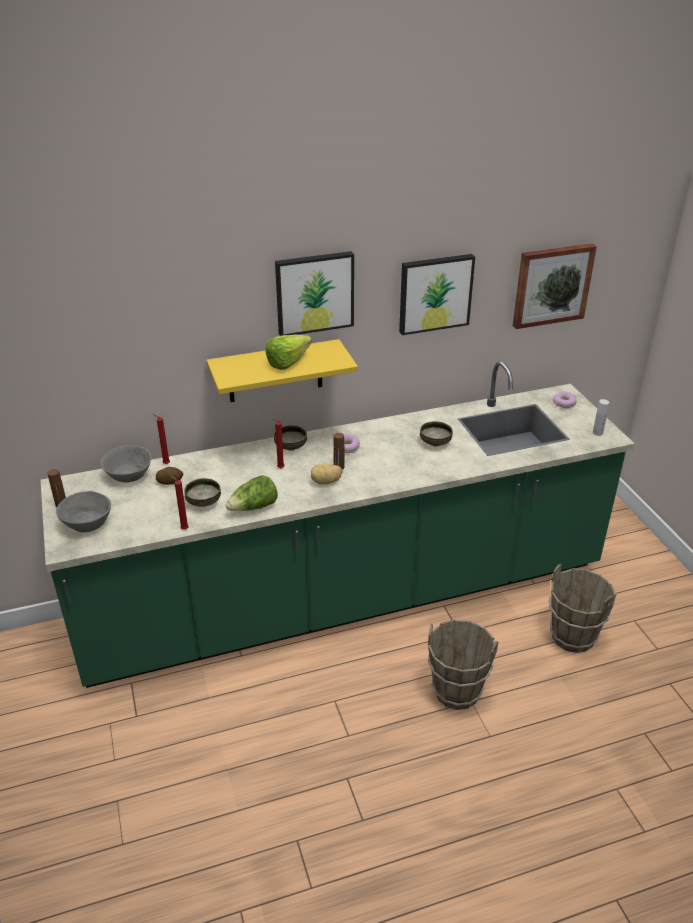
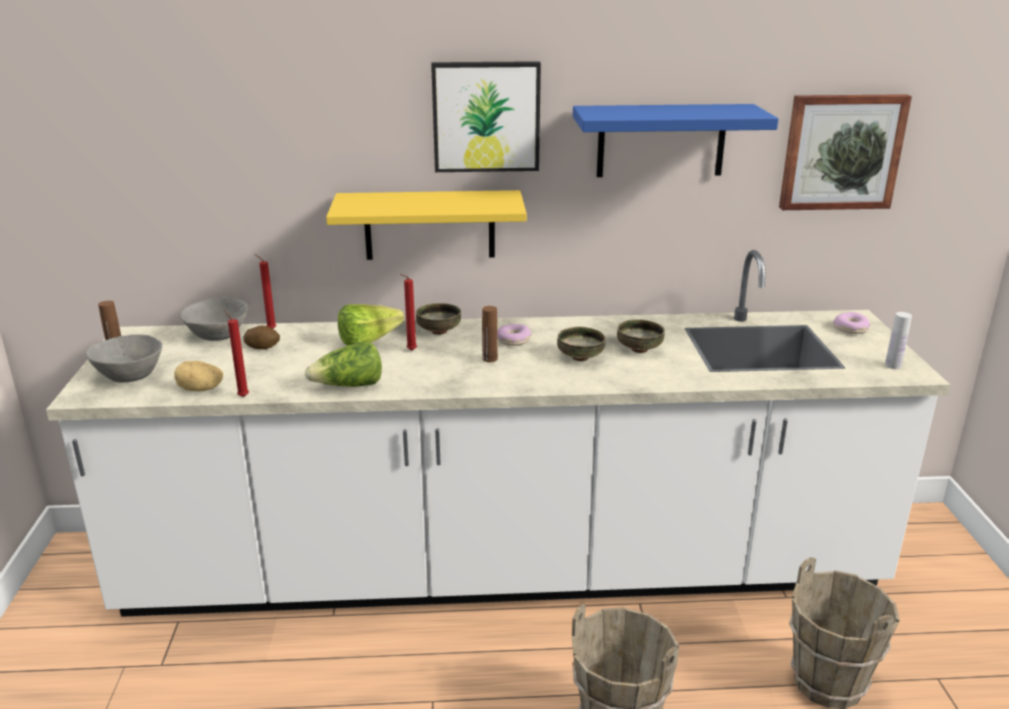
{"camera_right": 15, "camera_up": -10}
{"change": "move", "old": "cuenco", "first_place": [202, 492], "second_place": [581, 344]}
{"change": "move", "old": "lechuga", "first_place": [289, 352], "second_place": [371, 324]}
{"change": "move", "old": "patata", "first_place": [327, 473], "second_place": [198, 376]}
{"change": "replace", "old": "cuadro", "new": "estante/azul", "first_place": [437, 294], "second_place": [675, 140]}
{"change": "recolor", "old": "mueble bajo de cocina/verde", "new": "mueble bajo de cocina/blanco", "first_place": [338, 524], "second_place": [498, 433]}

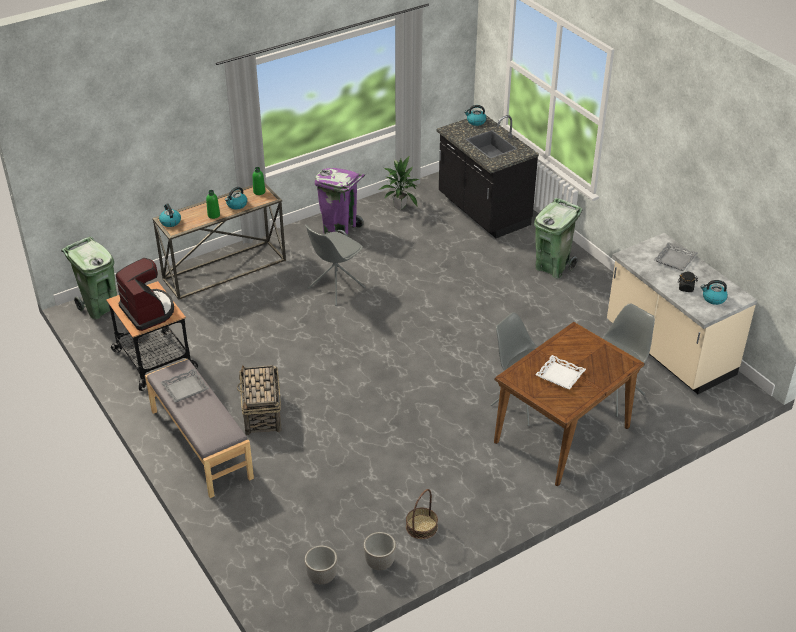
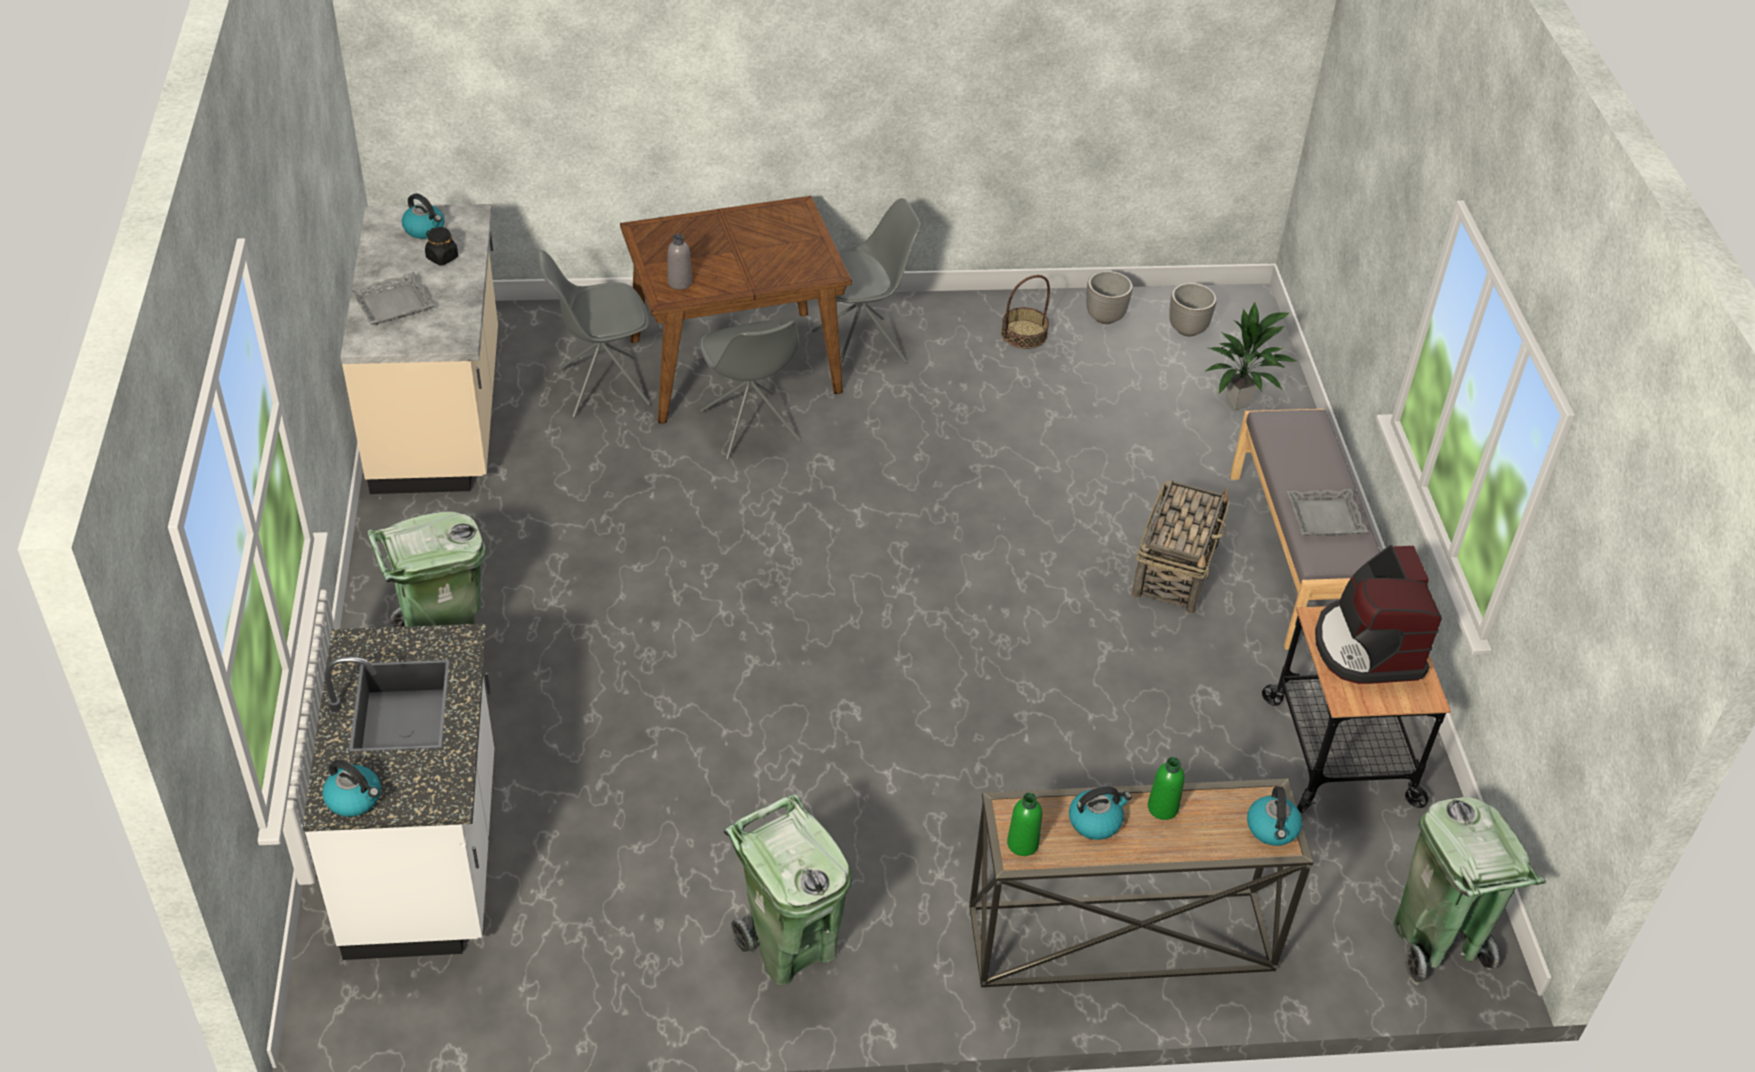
{"camera_right": -155, "camera_up": 5}
{"change": "delete", "old": "bandeja/blanco", "first_place": [560, 372]}
{"change": "insert", "new": "botella/gris", "second_place": [680, 262]}
{"change": "move", "old": "silla/gris", "first_place": [335, 265], "second_place": [866, 282]}
{"change": "move", "old": "planta en maceta", "first_place": [399, 183], "second_place": [1250, 356]}
{"change": "recolor", "old": "papelera/morado", "new": "papelera/verde", "first_place": [340, 202], "second_place": [788, 890]}
{"change": "recolor", "old": "mueble bajo de cocina/negro", "new": "mueble bajo de cocina/blanco", "first_place": [488, 176], "second_place": [398, 792]}

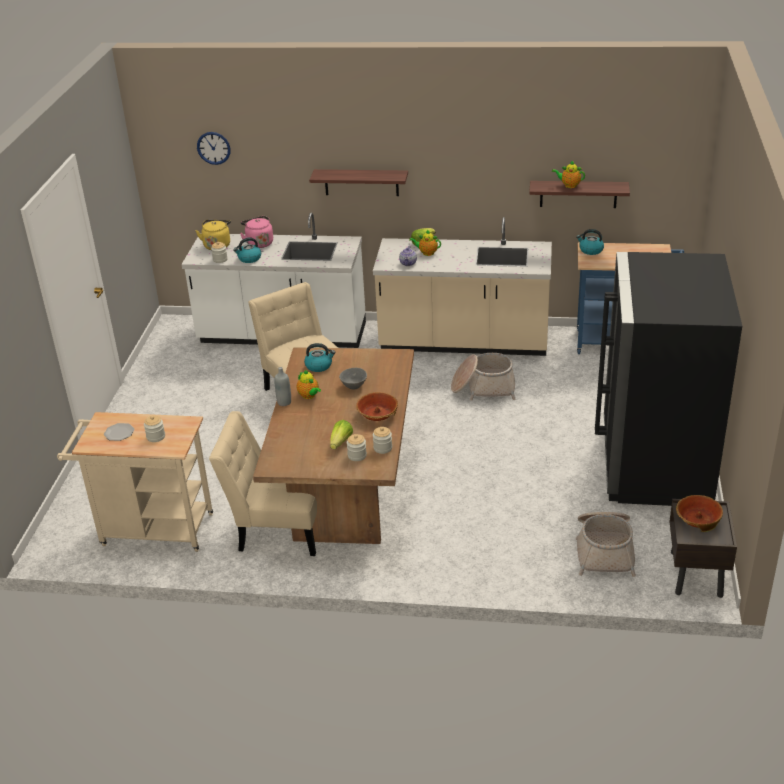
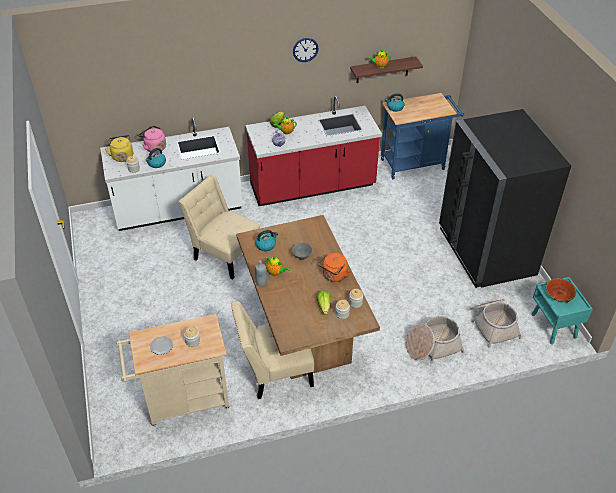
{"camera_right": -25, "camera_up": 10}
{"change": "delete", "old": "estante", "first_place": [358, 182]}
{"change": "move", "old": "reloj de pared", "first_place": [214, 148], "second_place": [306, 50]}
{"change": "move", "old": "cesta", "first_place": [483, 377], "second_place": [435, 339]}
{"change": "replace", "old": "cuenco", "new": "hervidor/naranja", "first_place": [377, 406], "second_place": [334, 267]}
{"change": "recolor", "old": "mueble bajo de cocina/beis", "new": "mueble bajo de cocina/rojo", "first_place": [462, 286], "second_place": [313, 151]}
{"change": "recolor", "old": "mesita de noche/marrón", "new": "mesita de noche/turquesa", "first_place": [703, 548], "second_place": [561, 310]}

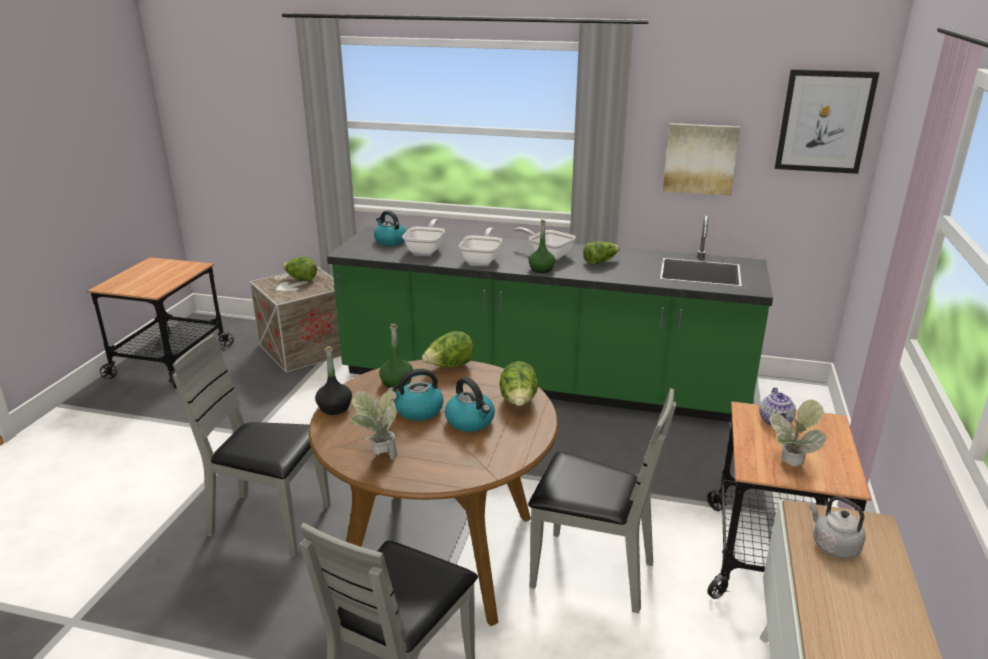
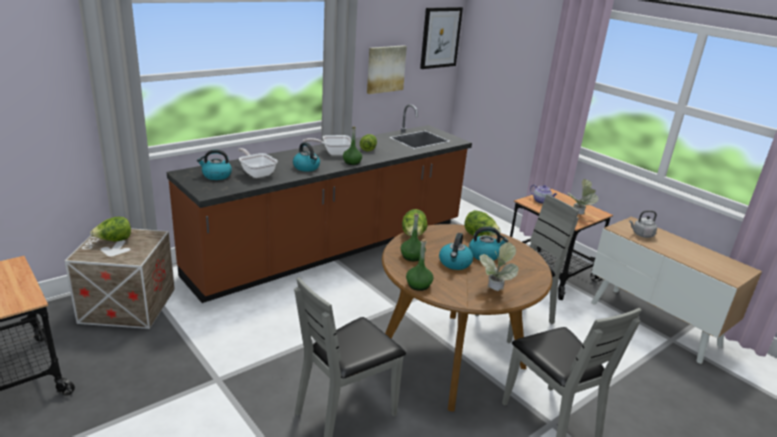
{"camera_right": -55, "camera_up": 0}
{"change": "replace", "old": "sartén", "new": "hervidor", "first_place": [480, 246], "second_place": [306, 157]}
{"change": "recolor", "old": "botella/negro", "new": "botella/verde", "first_place": [333, 380], "second_place": [419, 265]}
{"change": "recolor", "old": "mueble bajo de cocina/verde", "new": "mueble bajo de cocina/marrón", "first_place": [550, 318], "second_place": [319, 203]}

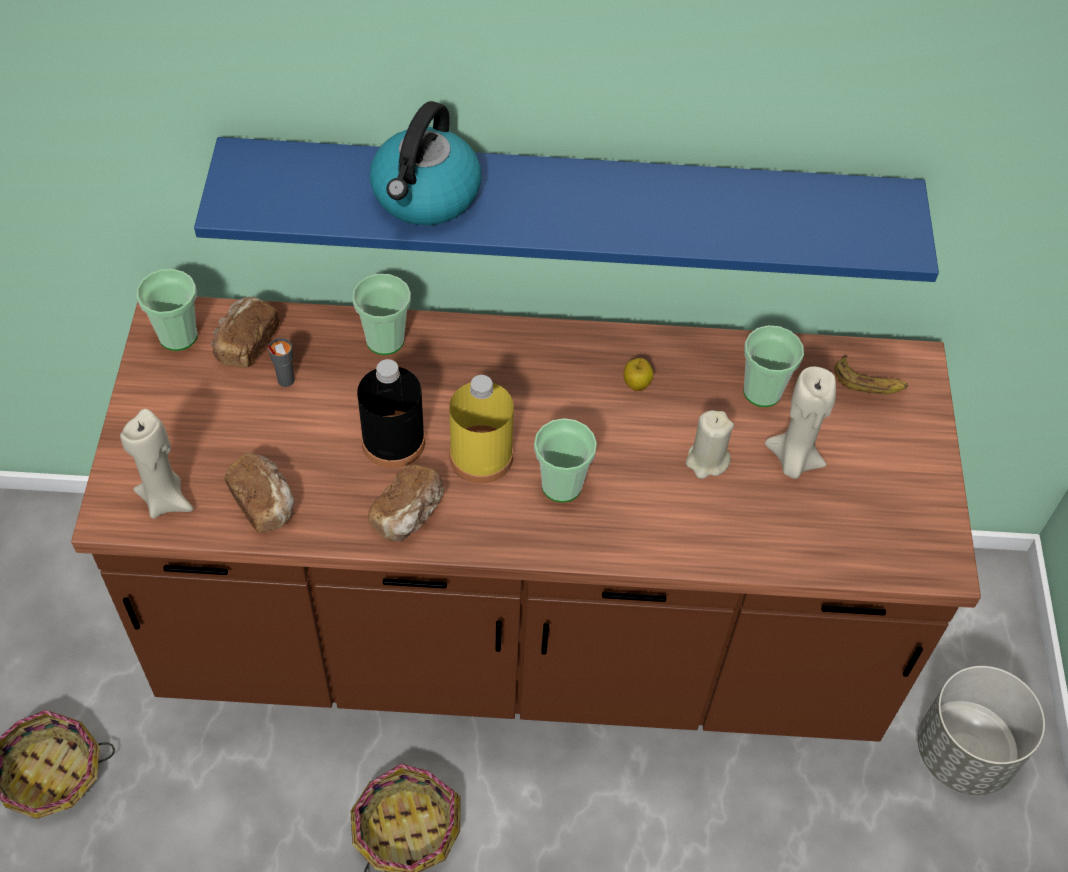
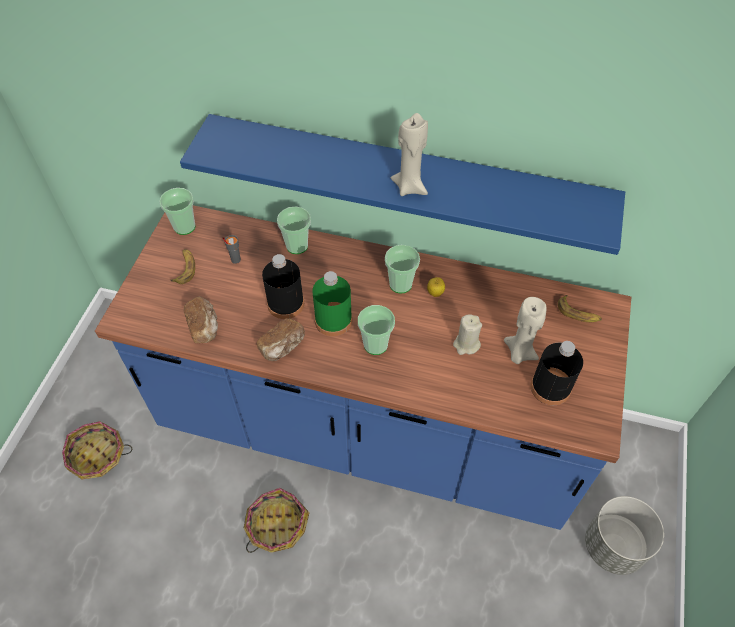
{"camera_right": 15, "camera_up": 0}
{"change": "delete", "old": "pan", "first_place": [245, 332]}
{"change": "delete", "old": "hervidor", "first_place": [425, 163]}
{"change": "insert", "new": "plátano", "second_place": [183, 266]}
{"change": "insert", "new": "botella/negro", "second_place": [557, 373]}
{"change": "move", "old": "vela/beis", "first_place": [156, 464], "second_place": [409, 154]}
{"change": "move", "old": "taza", "first_place": [773, 366], "second_place": [402, 269]}
{"change": "recolor", "old": "mueble bajo de cocina/marrón", "new": "mueble bajo de cocina/azul", "first_place": [526, 519], "second_place": [363, 367]}
{"change": "recolor", "old": "botella/amarillo", "new": "botella/verde", "first_place": [481, 429], "second_place": [332, 303]}

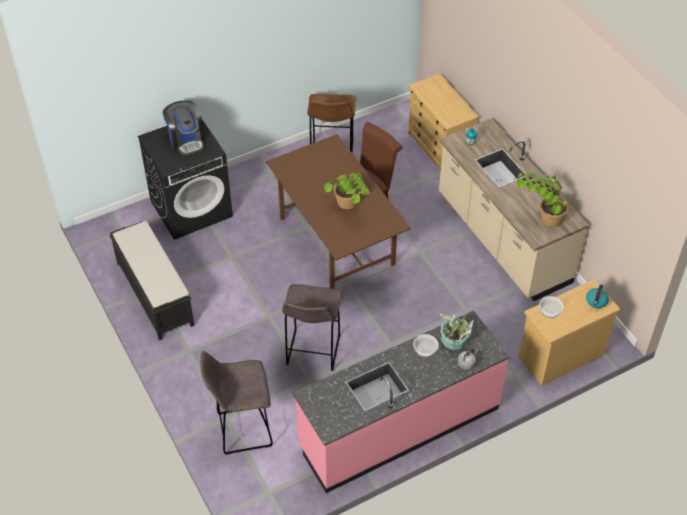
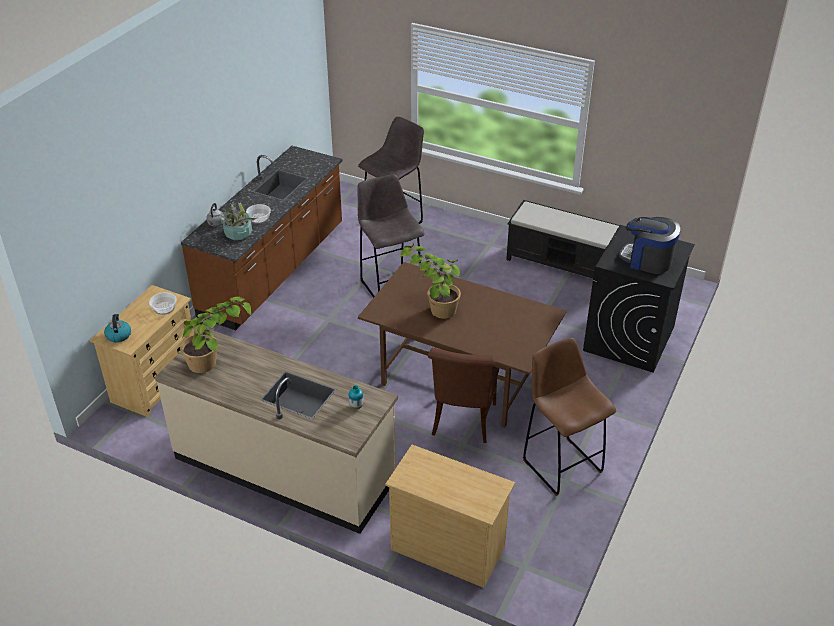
{"camera_right": 145, "camera_up": -10}
{"change": "recolor", "old": "mueble bajo de cocina/rosa", "new": "mueble bajo de cocina/marrón", "first_place": [401, 401], "second_place": [262, 238]}

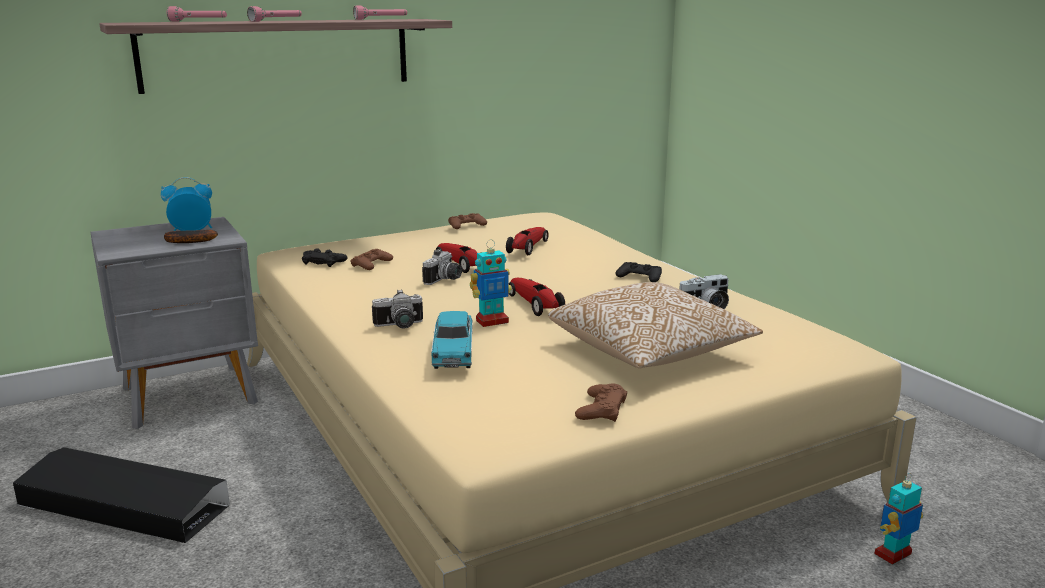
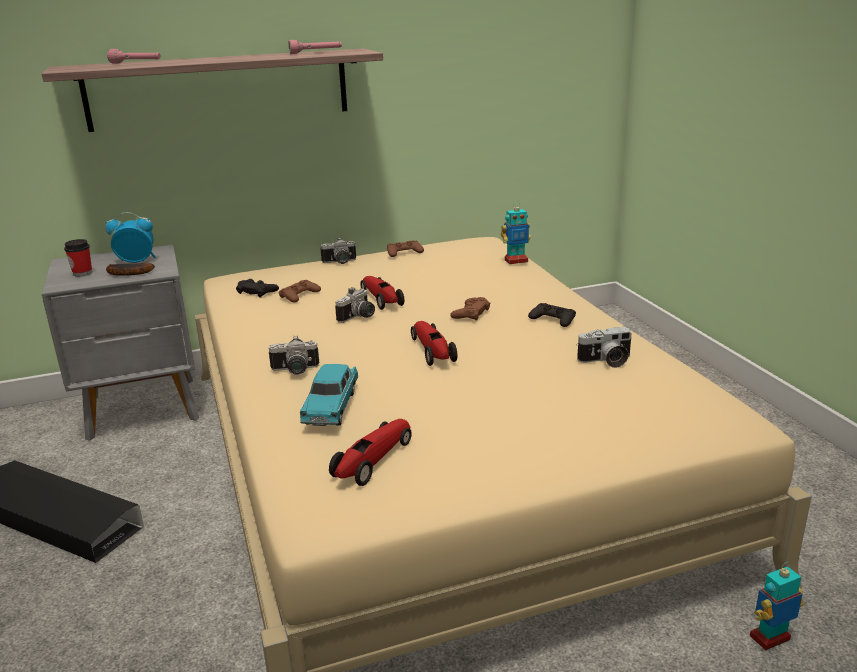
{"camera_right": 10, "camera_up": 5}
{"change": "delete", "old": "linterna/rosa", "first_place": [274, 14]}
{"change": "delete", "old": "cojín", "first_place": [655, 325]}
{"change": "insert", "new": "taza", "second_place": [78, 258]}
{"change": "insert", "new": "cámara", "second_place": [338, 251]}
{"change": "move", "old": "robot de juguete", "first_place": [491, 283], "second_place": [516, 232]}
{"change": "move", "old": "coche de juguete", "first_place": [527, 241], "second_place": [370, 452]}
{"change": "move", "old": "mando de consola/marrón", "first_place": [601, 402], "second_place": [470, 309]}

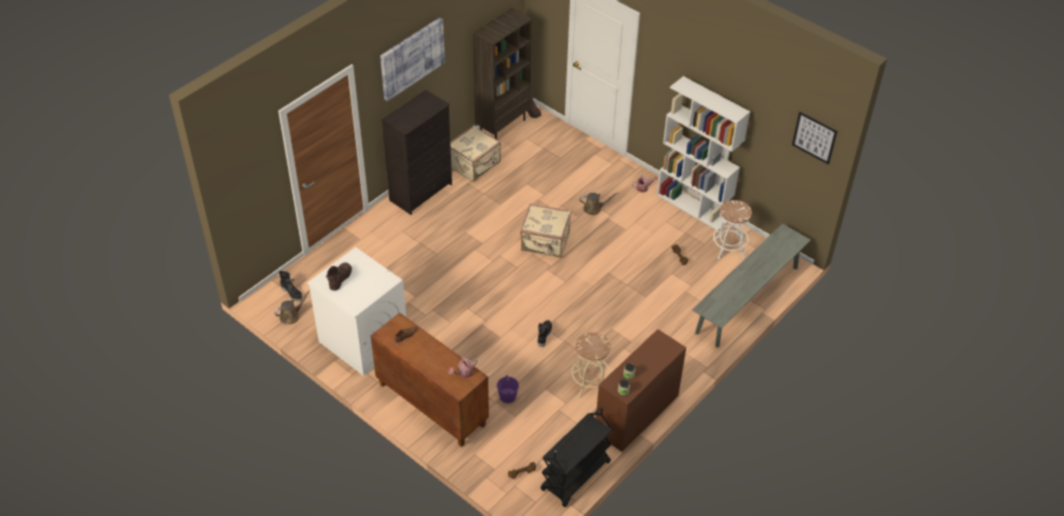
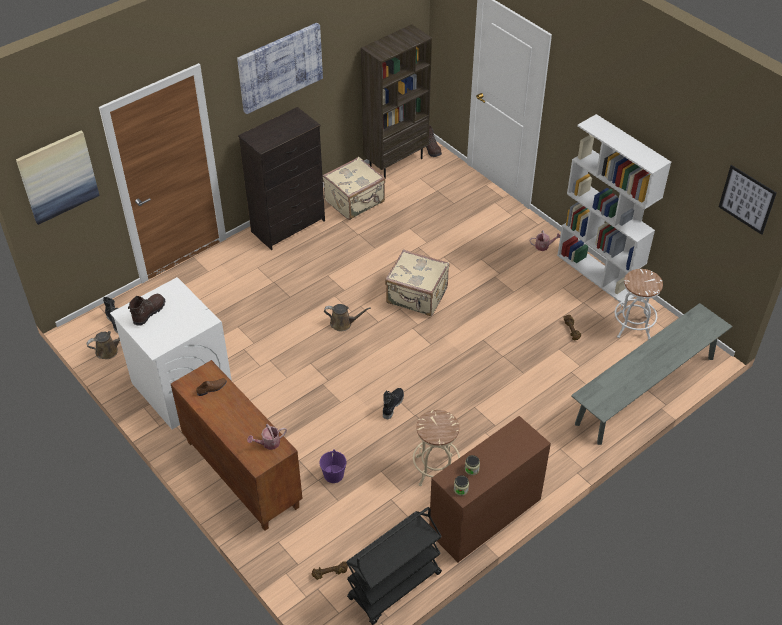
{"camera_right": 10, "camera_up": 0}
{"change": "insert", "new": "cuadro", "second_place": [57, 178]}
{"change": "move", "old": "regadera/marrón", "first_place": [599, 204], "second_place": [347, 318]}

